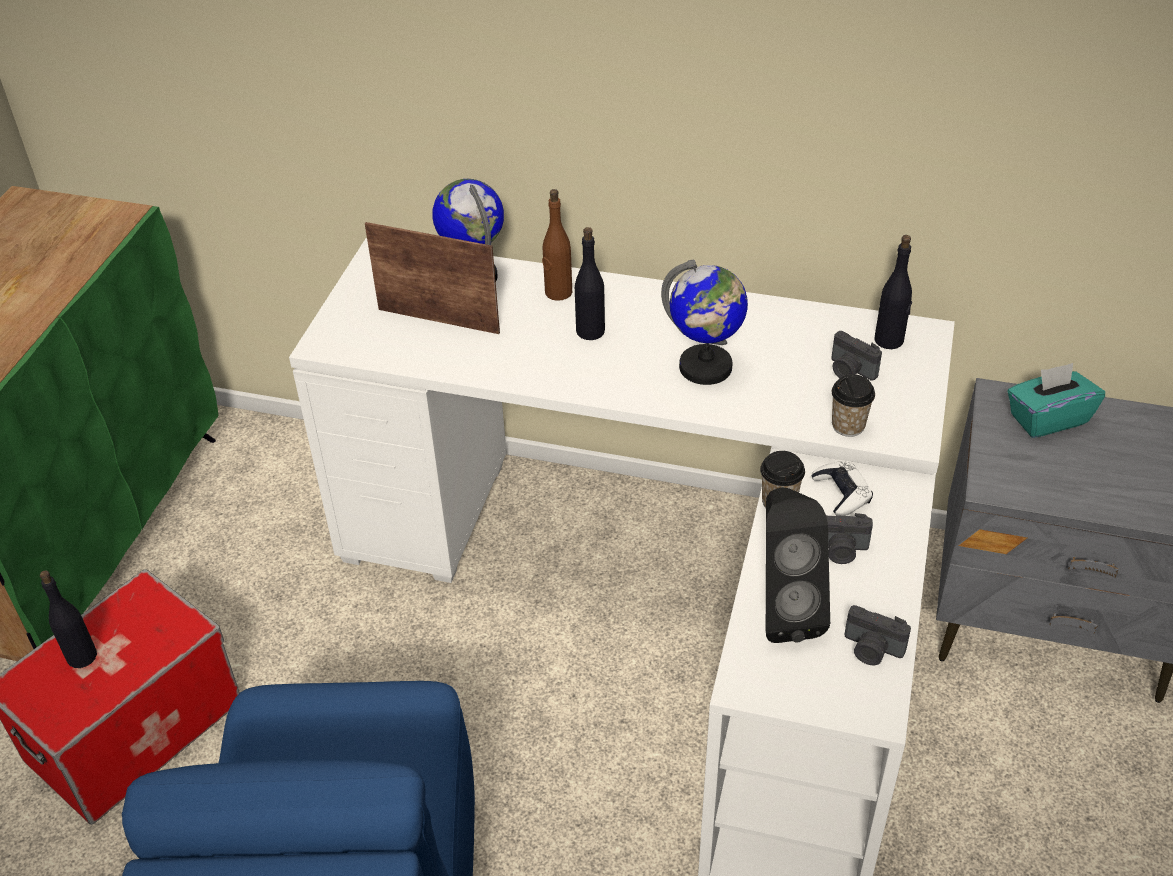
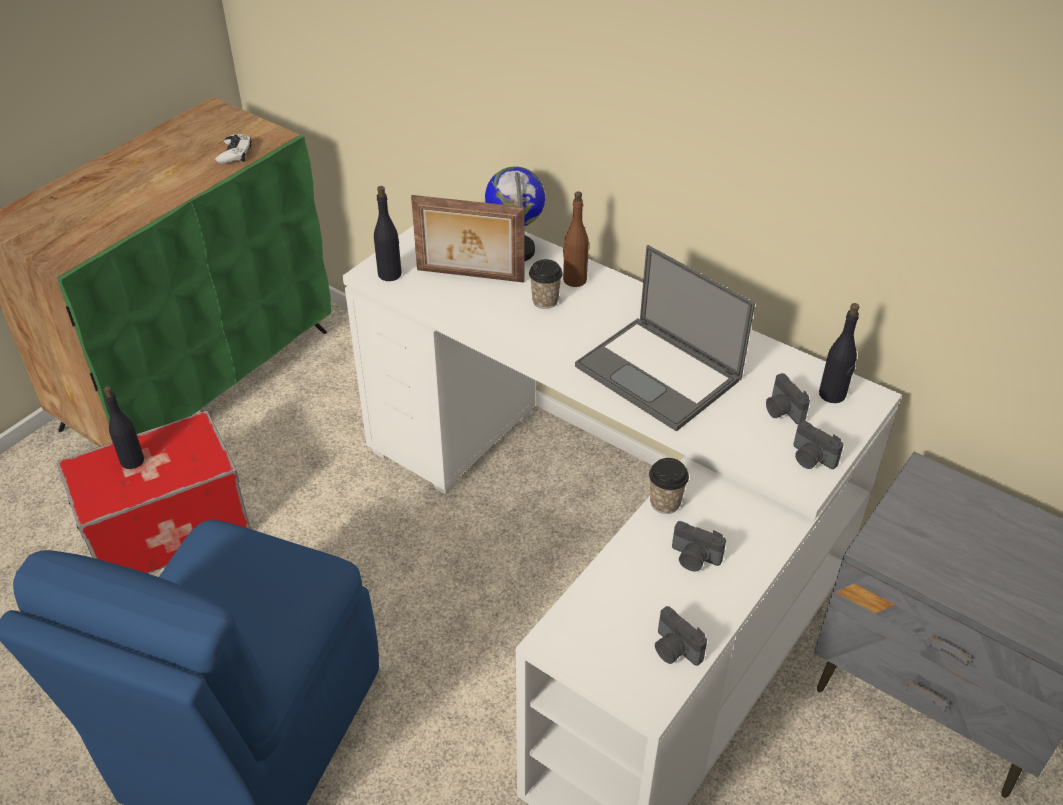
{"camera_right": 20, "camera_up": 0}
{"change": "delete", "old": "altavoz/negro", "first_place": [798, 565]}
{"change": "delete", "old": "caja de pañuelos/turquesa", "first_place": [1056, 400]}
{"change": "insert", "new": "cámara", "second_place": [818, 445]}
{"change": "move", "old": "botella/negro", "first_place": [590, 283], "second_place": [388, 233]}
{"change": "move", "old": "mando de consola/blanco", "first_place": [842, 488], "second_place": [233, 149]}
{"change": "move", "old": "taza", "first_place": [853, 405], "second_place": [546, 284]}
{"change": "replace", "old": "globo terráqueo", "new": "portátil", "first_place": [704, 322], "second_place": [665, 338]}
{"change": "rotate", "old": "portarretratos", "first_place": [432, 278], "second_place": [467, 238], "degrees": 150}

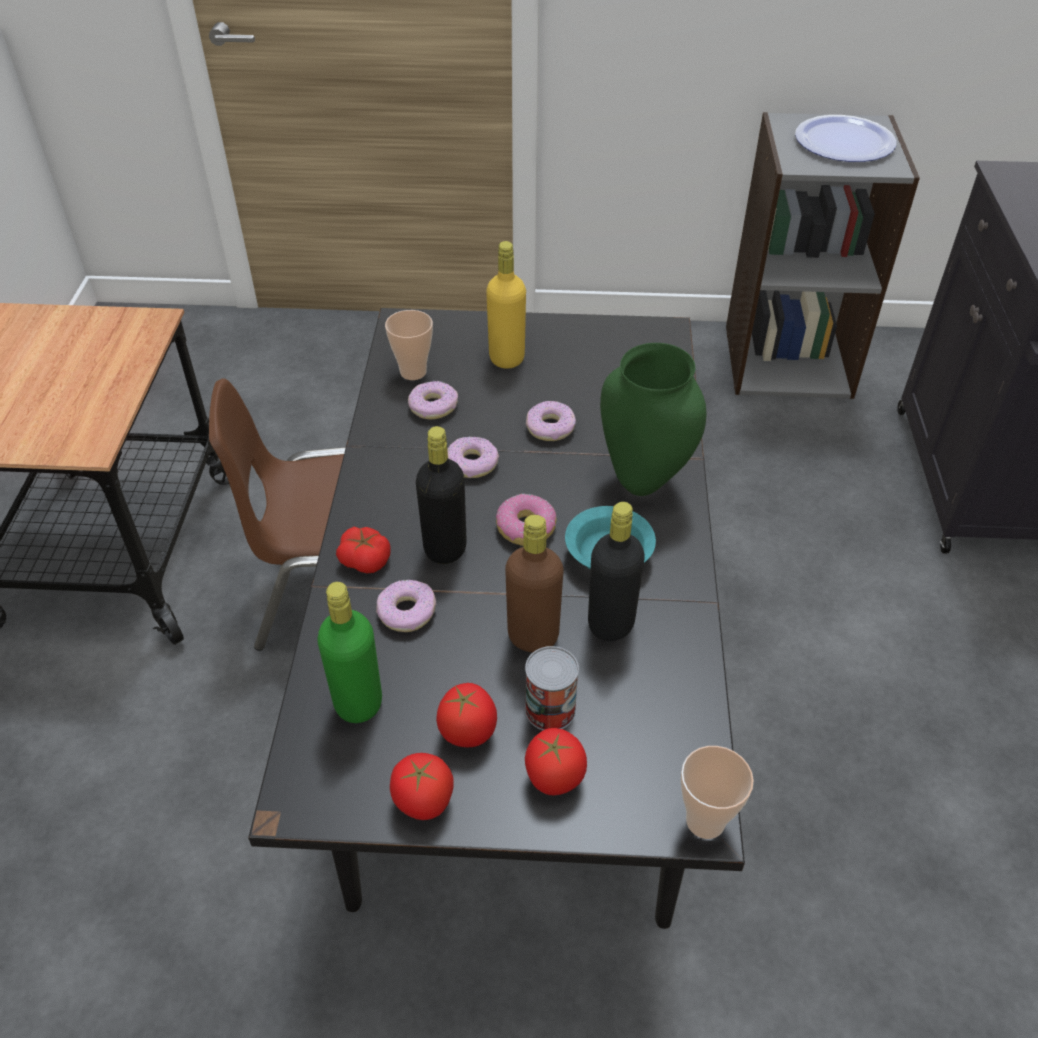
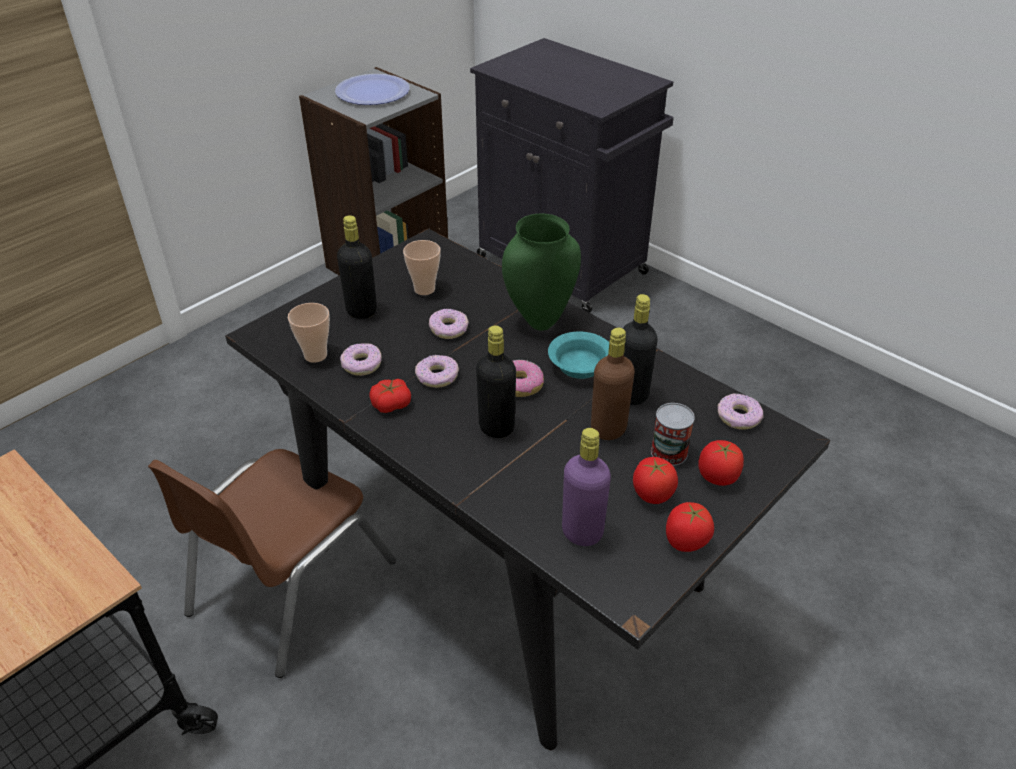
{"camera_right": -50, "camera_up": -5}
{"change": "move", "old": "tomate", "first_place": [363, 549], "second_place": [390, 396]}
{"change": "move", "old": "rosquilla", "first_place": [406, 606], "second_place": [740, 411]}
{"change": "move", "old": "taza", "first_place": [717, 792], "second_place": [422, 267]}
{"change": "recolor", "old": "botella/verde", "new": "botella/morado", "first_place": [349, 652], "second_place": [586, 487]}
{"change": "recolor", "old": "botella/amarillo", "new": "botella/negro", "first_place": [506, 305], "second_place": [357, 267]}

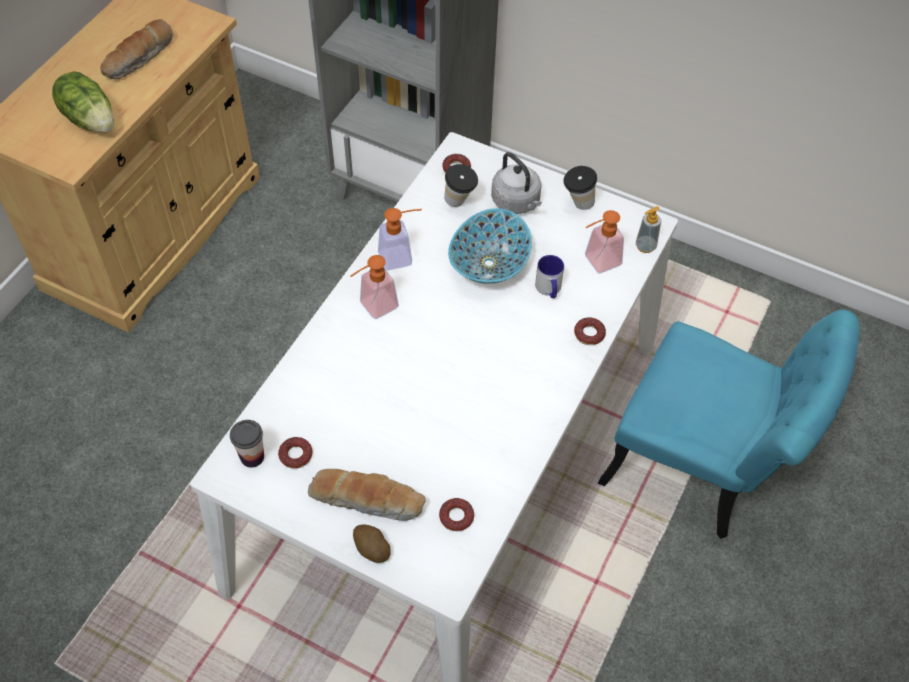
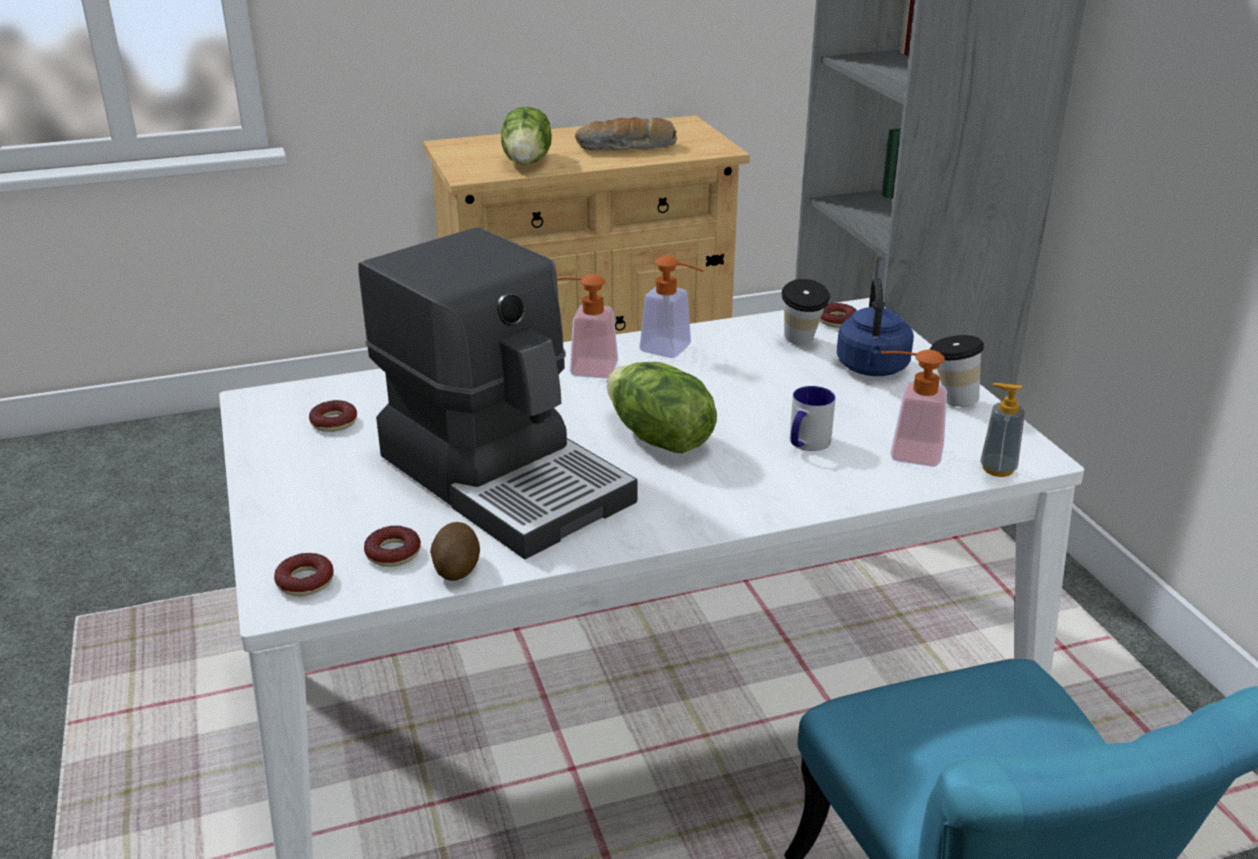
{"camera_right": 45, "camera_up": -25}
{"change": "delete", "old": "taza", "first_place": [247, 444]}
{"change": "delete", "old": "pan", "first_place": [366, 495]}
{"change": "delete", "old": "cuenco", "first_place": [490, 246]}
{"change": "insert", "new": "cafetera", "second_place": [497, 393]}
{"change": "insert", "new": "lechuga", "second_place": [662, 407]}
{"change": "move", "old": "patata", "first_place": [372, 544], "second_place": [455, 551]}
{"change": "move", "old": "rosquilla", "first_place": [590, 331], "second_place": [304, 574]}
{"change": "recolor", "old": "hervidor/gris", "new": "hervidor/azul", "first_place": [516, 183], "second_place": [875, 326]}

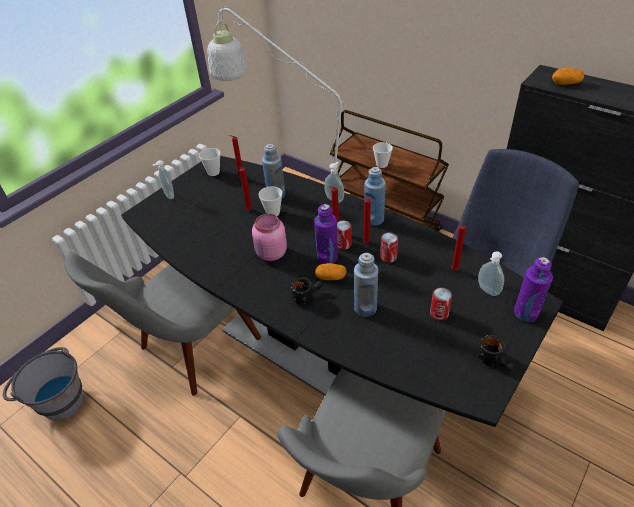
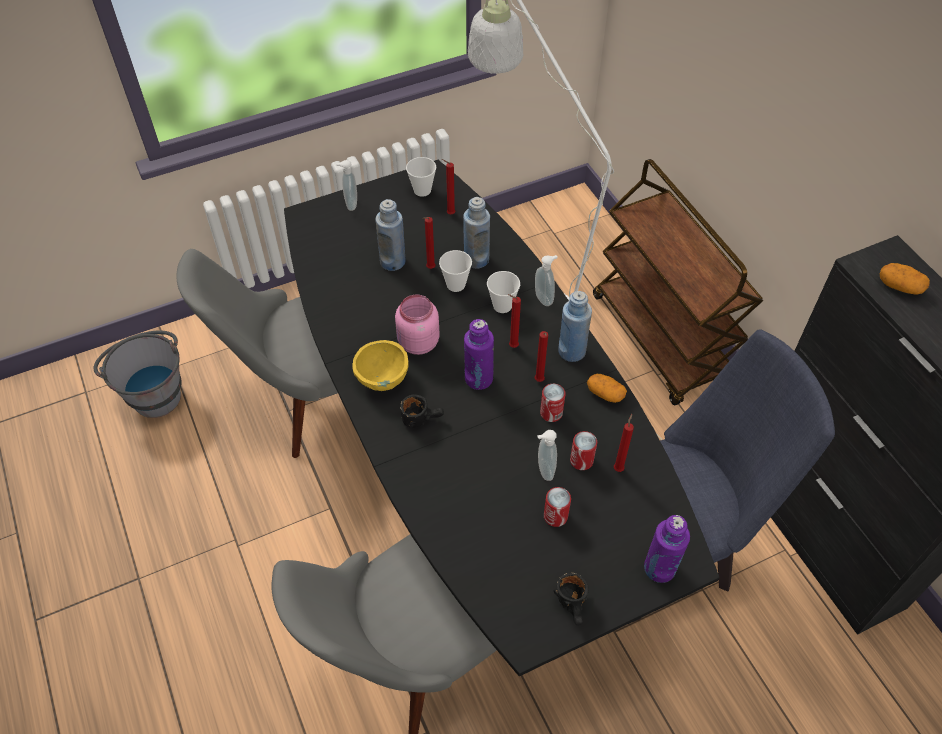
{"camera_right": 25, "camera_up": 10}
{"change": "insert", "new": "cuenco/amarillo", "second_place": [380, 365]}
{"change": "move", "old": "patata", "first_place": [331, 271], "second_place": [607, 388]}
{"change": "move", "old": "lata", "first_place": [344, 235], "second_place": [583, 450]}
{"change": "move", "old": "botella/azul", "first_place": [366, 285], "second_place": [390, 235]}
{"change": "move", "old": "taza", "first_place": [383, 155], "second_place": [503, 292]}
{"change": "move", "old": "dispensador de jabón", "first_place": [491, 273], "second_place": [547, 455]}

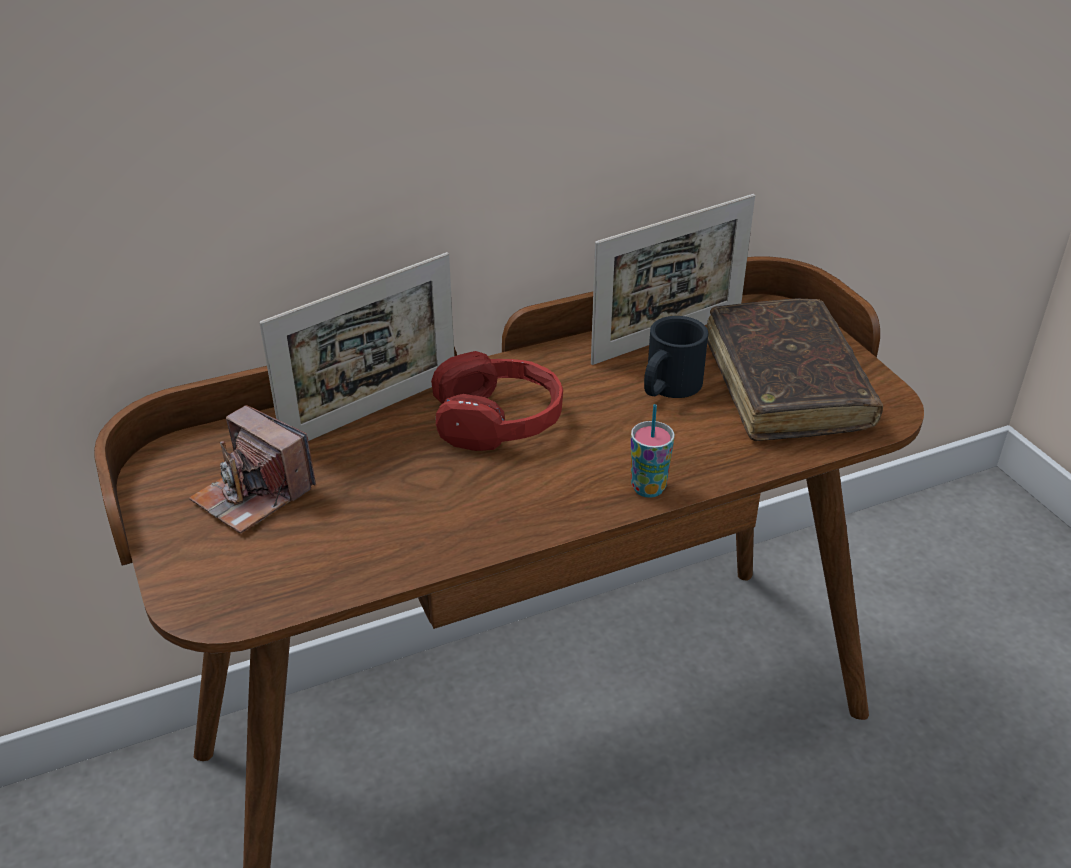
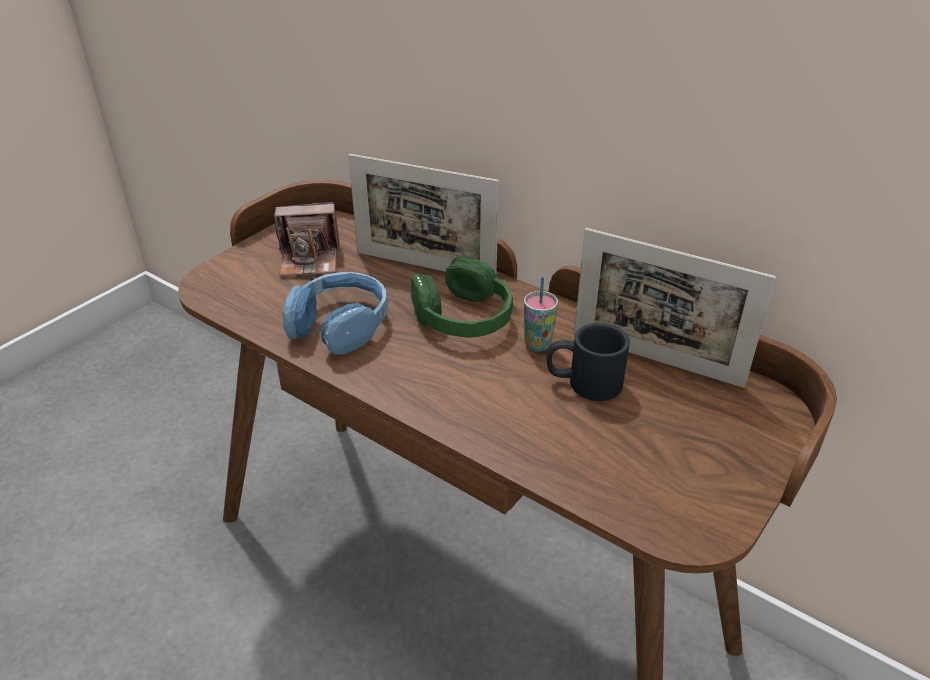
{"camera_right": 60, "camera_up": 0}
{"change": "delete", "old": "libro/marrón", "first_place": [795, 369]}
{"change": "insert", "new": "auriculares/azul", "second_place": [335, 313]}
{"change": "move", "old": "taza", "first_place": [653, 451], "second_place": [541, 314]}
{"change": "recolor", "old": "auriculares/rojo", "new": "auriculares/verde", "first_place": [497, 401], "second_place": [462, 297]}
{"change": "rotate", "old": "cámara", "first_place": [252, 469], "second_place": [306, 239], "degrees": -105}

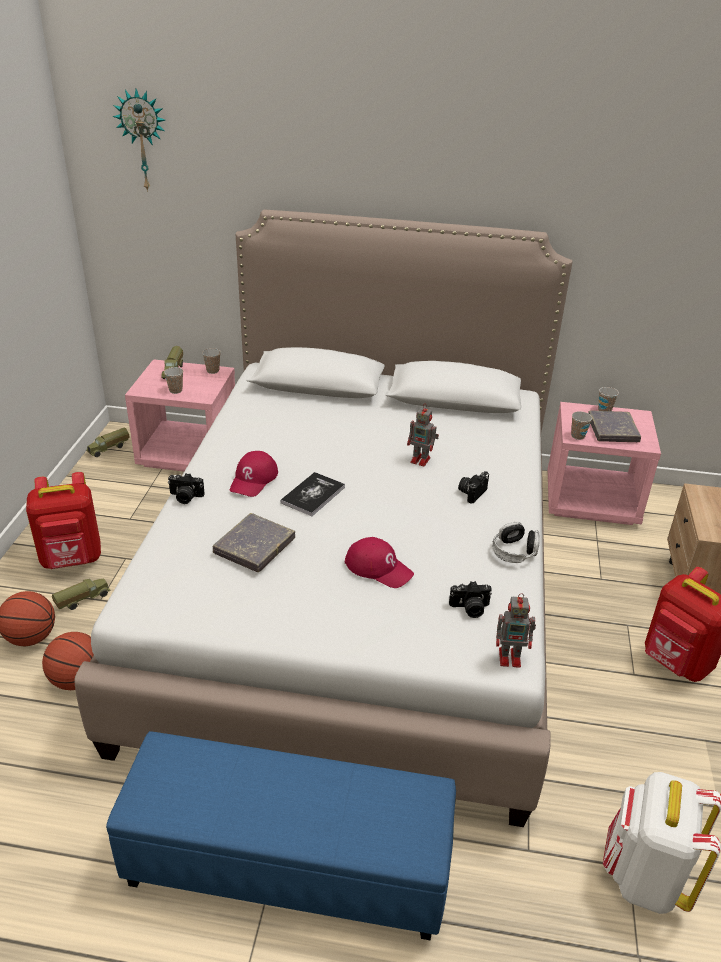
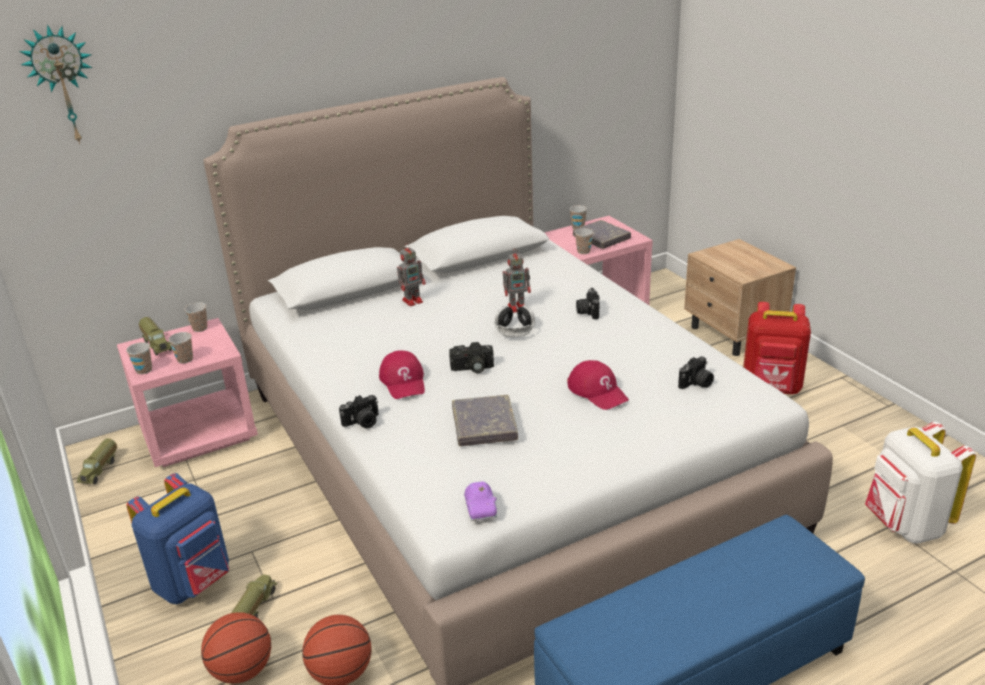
{"camera_right": -35, "camera_up": -5}
{"change": "insert", "new": "taza", "second_place": [139, 358]}
{"change": "insert", "new": "coche de juguete/morado", "second_place": [480, 501]}
{"change": "move", "old": "auriculares", "first_place": [516, 542], "second_place": [514, 321]}
{"change": "move", "old": "robot de juguete", "first_place": [516, 630], "second_place": [411, 275]}
{"change": "replace", "old": "libro", "new": "cámara", "first_place": [312, 494], "second_place": [471, 357]}
{"change": "recolor", "old": "mochila/rojo", "new": "mochila/azul", "first_place": [63, 520], "second_place": [177, 538]}
{"change": "rotate", "old": "gorra/rojo", "first_place": [379, 562], "second_place": [598, 385], "degrees": 60}

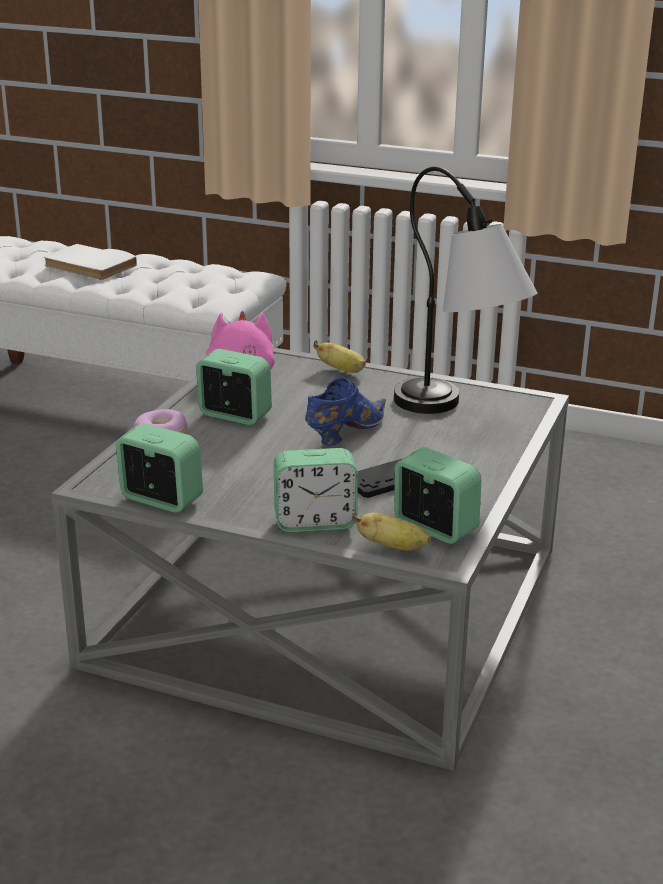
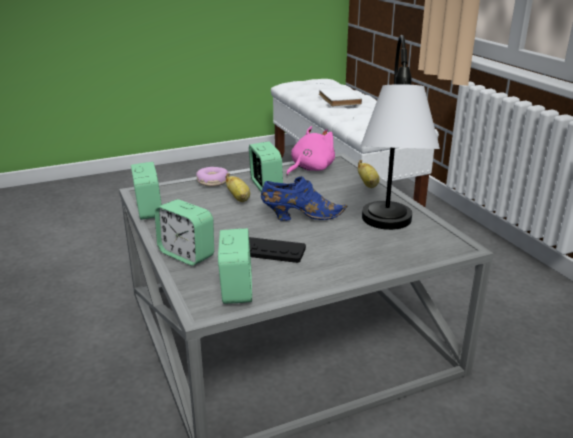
{"camera_right": 45, "camera_up": 0}
{"change": "move", "old": "plátano", "first_place": [391, 531], "second_place": [237, 187]}

